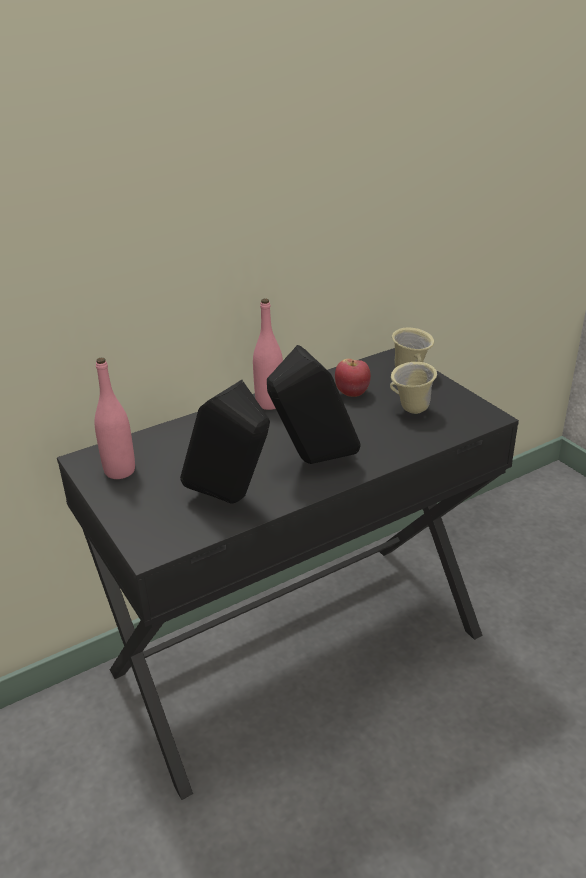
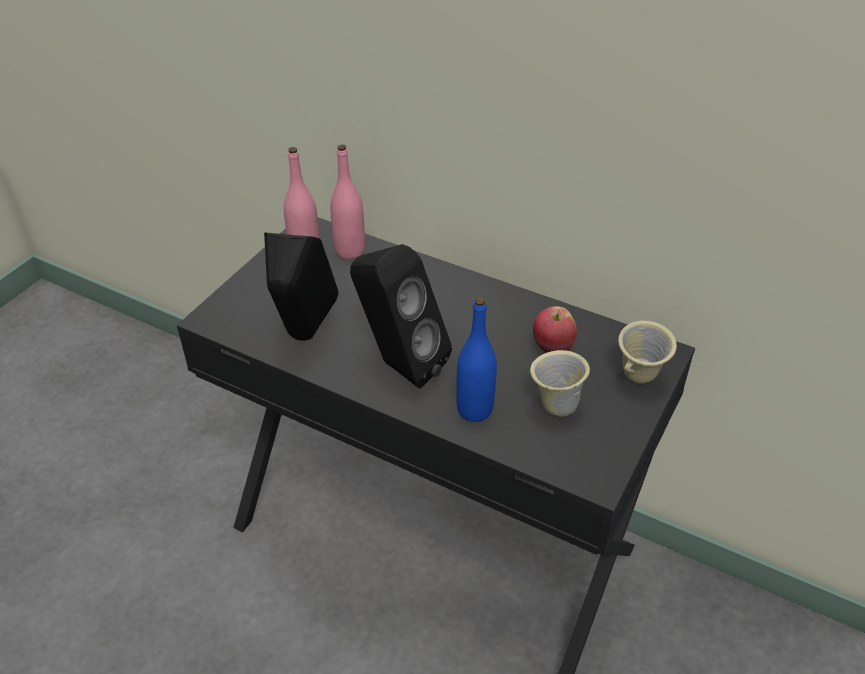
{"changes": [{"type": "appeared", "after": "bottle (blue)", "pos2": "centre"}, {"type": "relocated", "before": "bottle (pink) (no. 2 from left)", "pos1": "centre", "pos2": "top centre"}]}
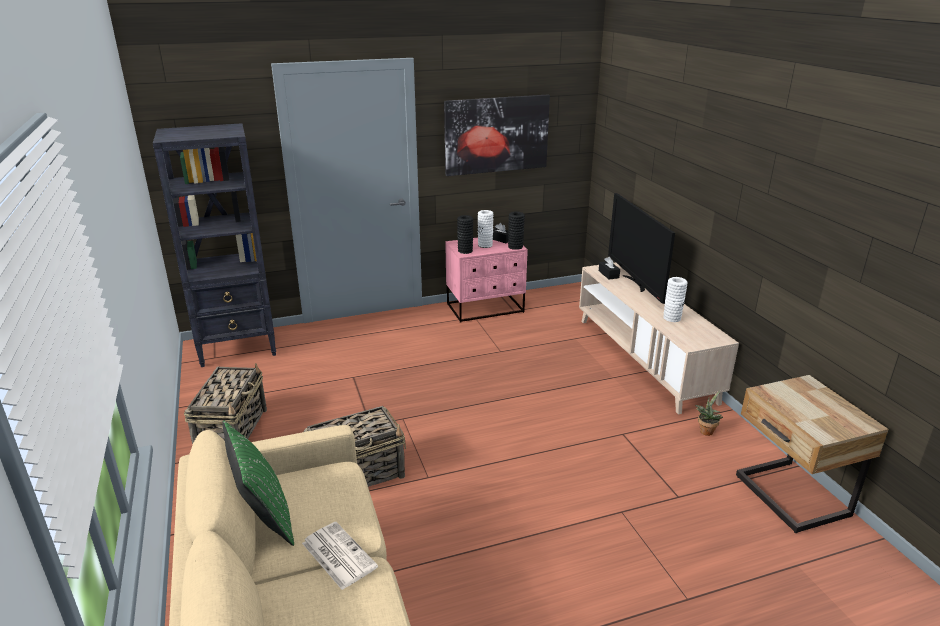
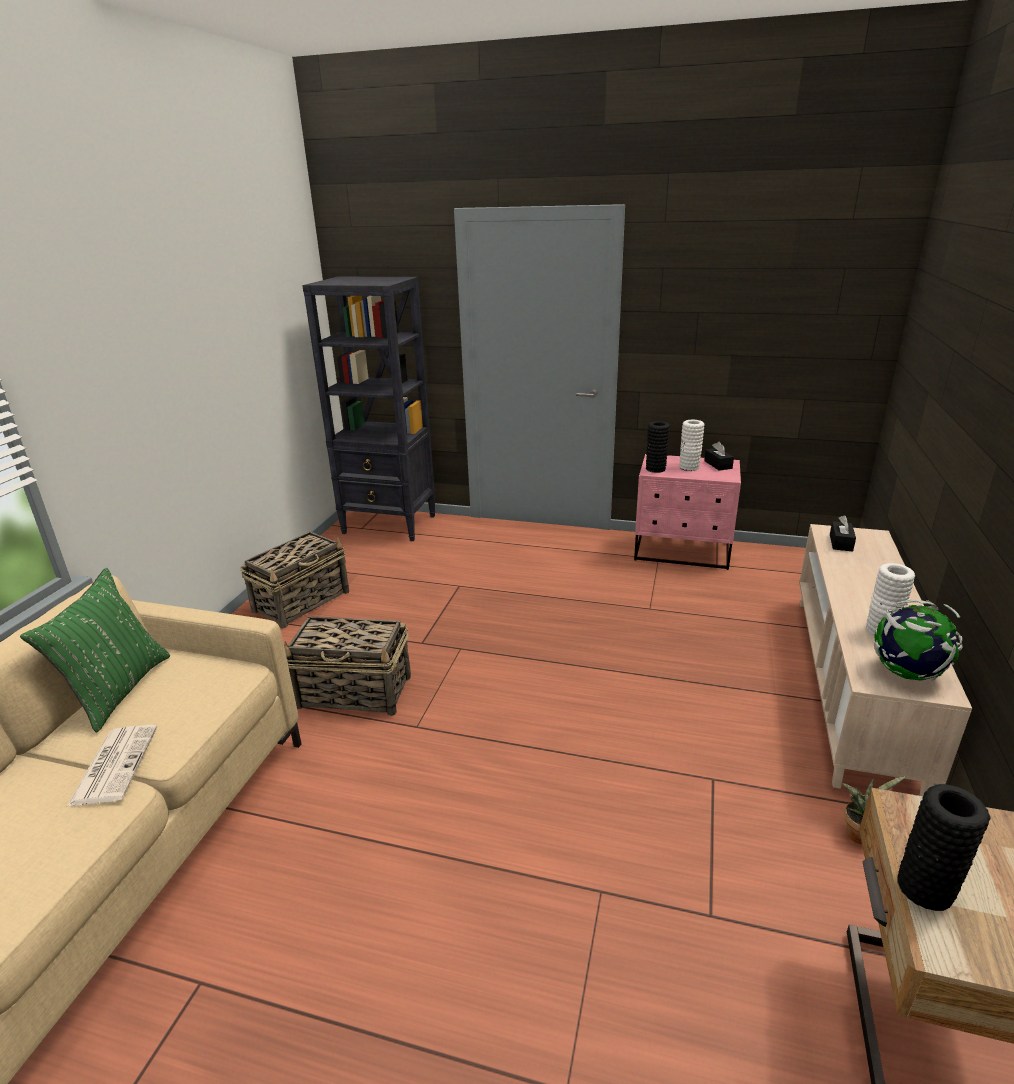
{"changes": [{"type": "missing", "before": "picture", "pos1": "top centre"}, {"type": "missing", "before": "television", "pos1": "middle right"}, {"type": "appeared", "after": "globe", "pos2": "middle right"}, {"type": "relocated", "before": "vase (black) (no. 2 from left)", "pos1": "centre", "pos2": "bottom right"}]}
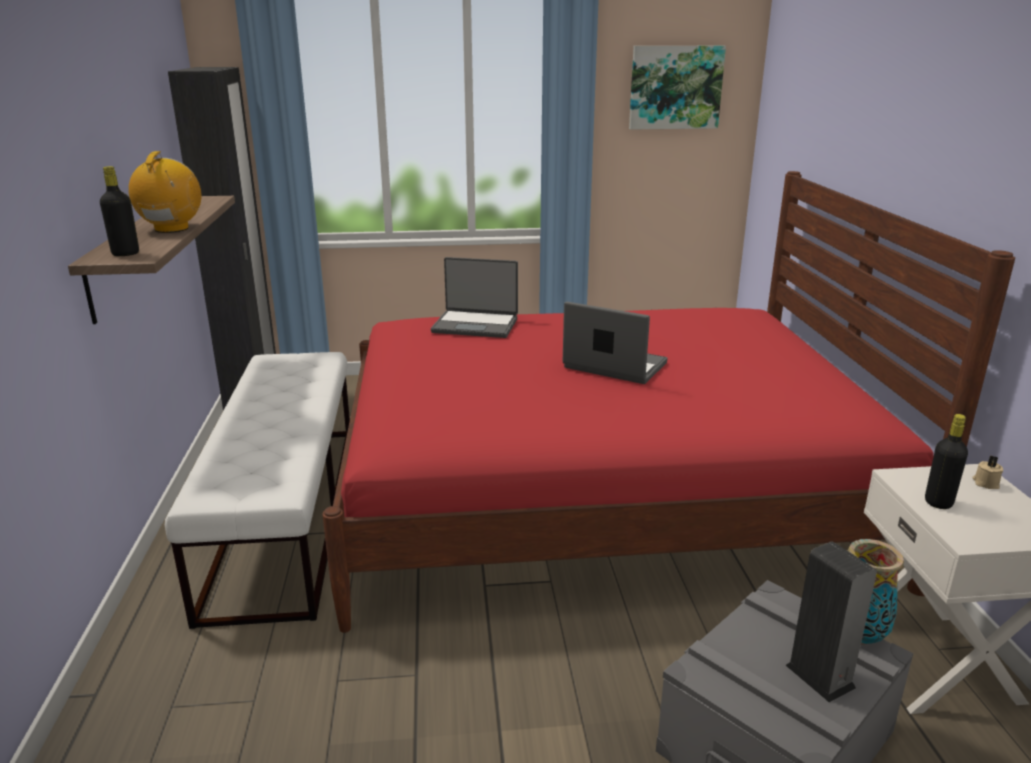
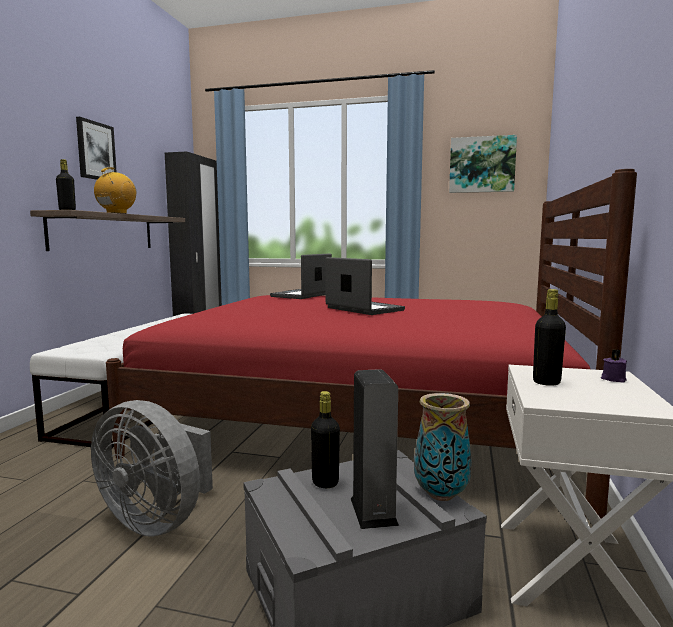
{"changes": [{"type": "appeared", "after": "picture (no. 1 from left)", "pos2": "top left"}, {"type": "appeared", "after": "fan (grey)", "pos2": "bottom left"}, {"type": "appeared", "after": "bottle (black) (no. 2 from left)", "pos2": "bottom centre"}, {"type": "colour", "before": "candle (beige)", "after": "candle (purple)", "pos1": "middle right", "pos2": "middle right"}, {"type": "spun", "before": "laptop (no. 1 from left)", "pos1": "centre", "pos2": "centre", "turn": 90}]}
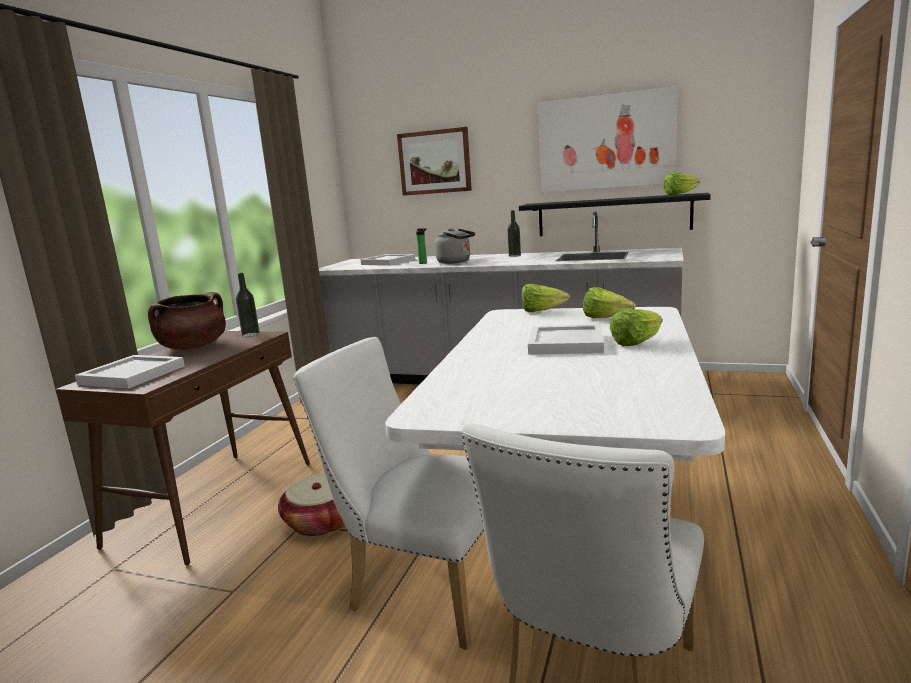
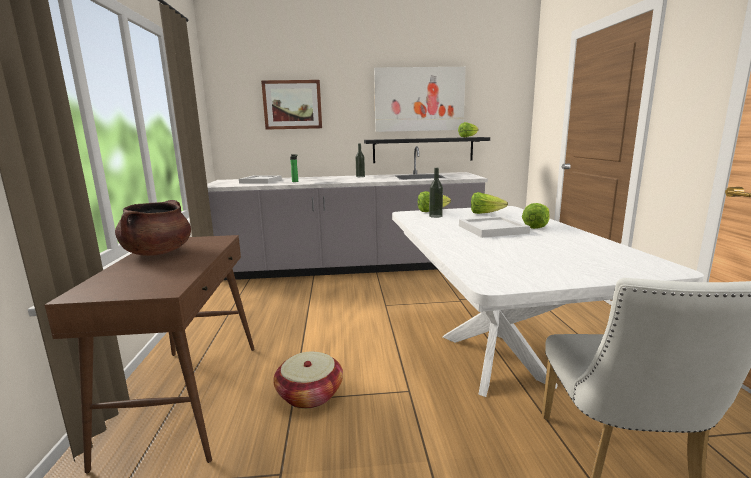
{"changes": [{"type": "missing", "before": "tray (white) (no. 1 from left)", "pos1": "middle left"}, {"type": "missing", "before": "chair (white) (no. 1 from left)", "pos1": "bottom centre"}, {"type": "missing", "before": "kettle (grey)", "pos1": "centre"}, {"type": "relocated", "before": "bottle (no. 1 from left in the first image)", "after": "bottle (no. 3 from left)", "pos1": "middle left", "pos2": "centre"}]}
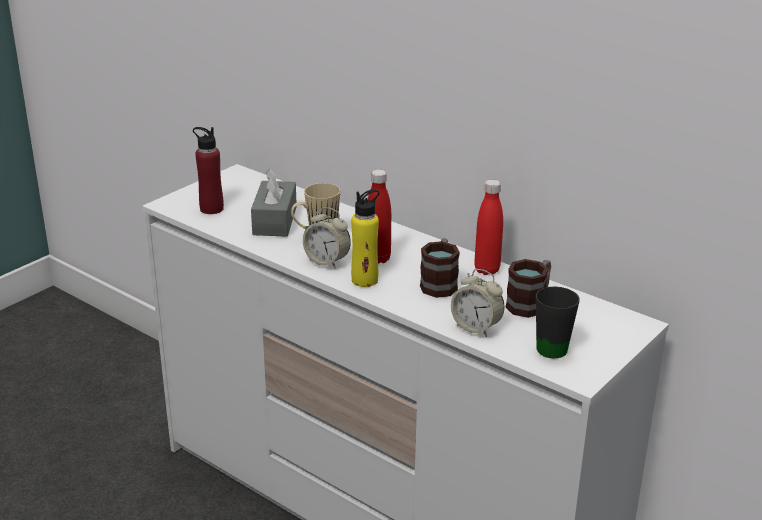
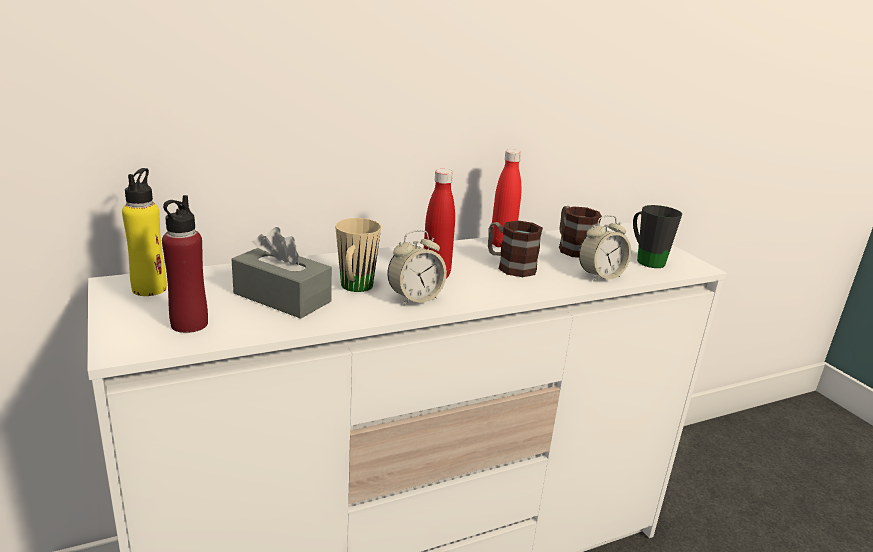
{"changes": [{"type": "relocated", "before": "bottle (yellow)", "pos1": "centre", "pos2": "middle left"}]}
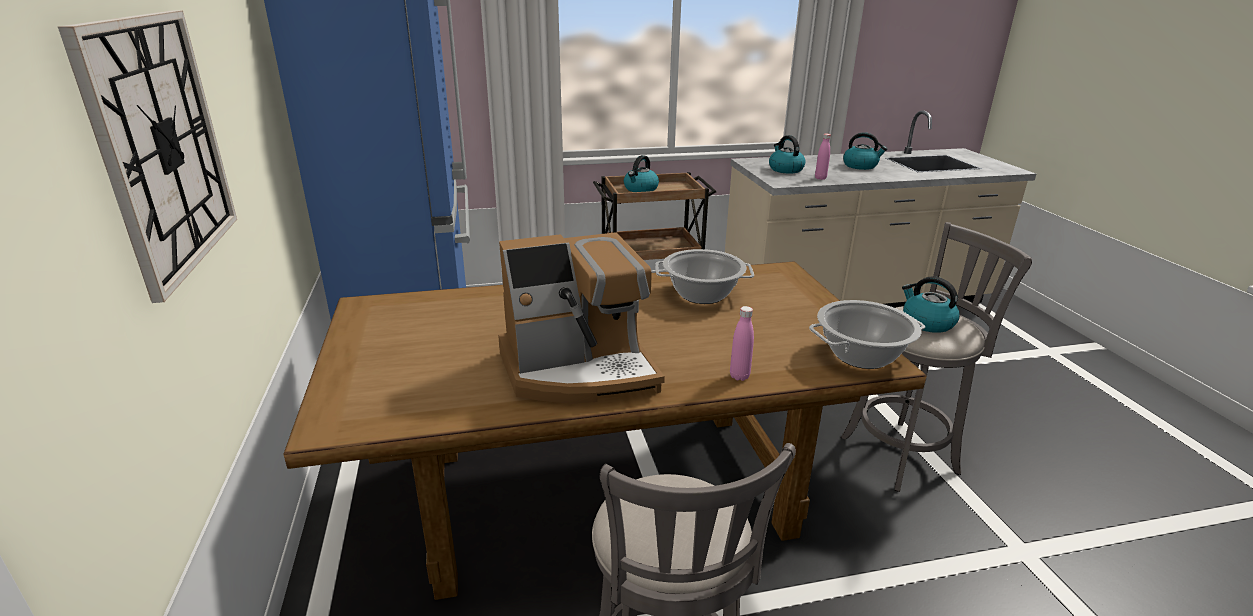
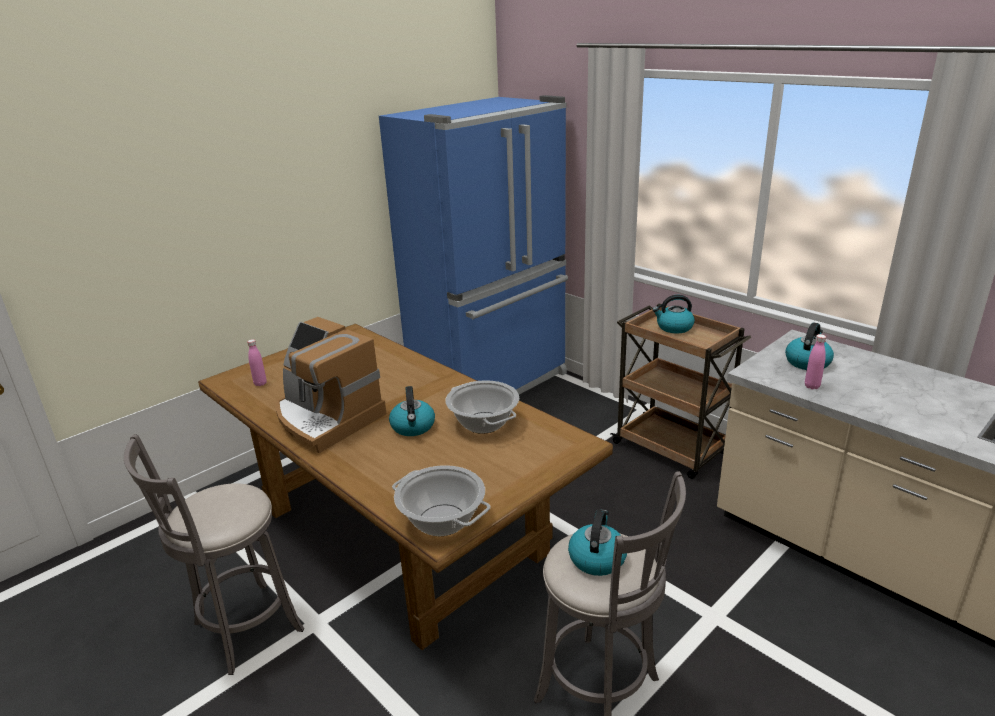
{"changes": [{"type": "missing", "before": "wall clock", "pos1": "top left"}, {"type": "relocated", "before": "bottle (pink) (no. 1 from left)", "pos1": "centre", "pos2": "middle left"}, {"type": "relocated", "before": "kettle (no. 3 from left in the first image)", "after": "kettle (no. 1 from left)", "pos1": "top right", "pos2": "centre"}]}
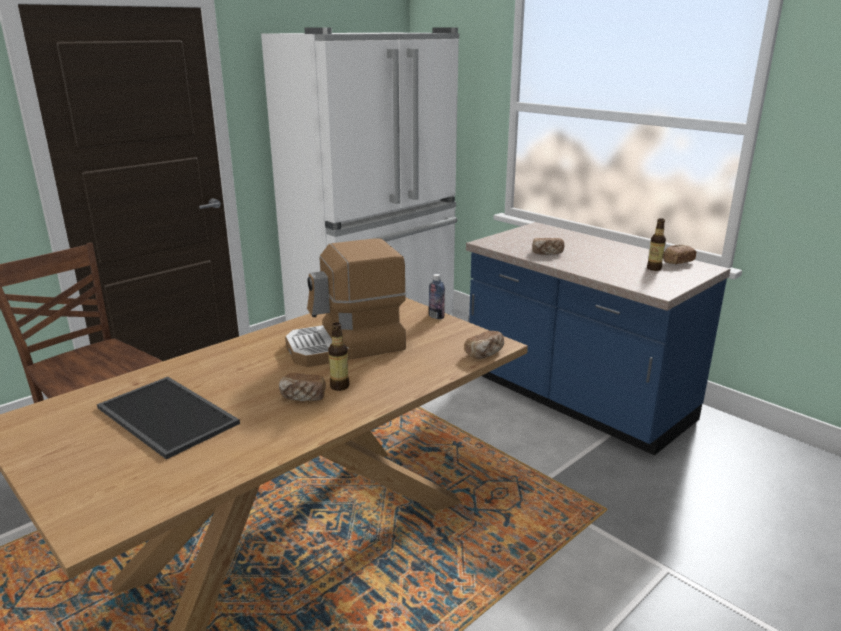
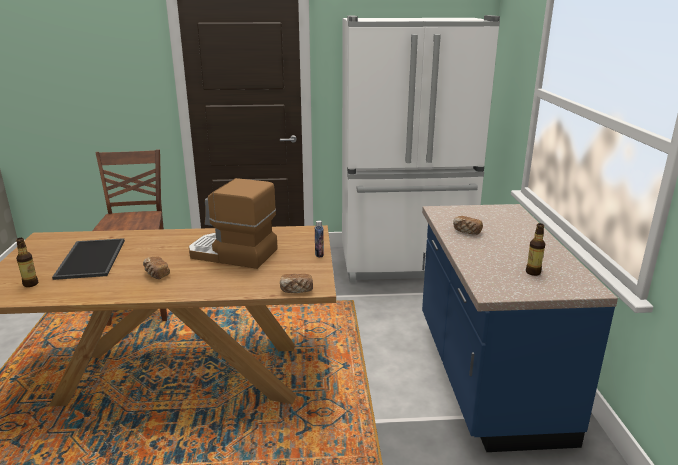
{"changes": [{"type": "missing", "before": "bread (no. 4 from left)", "pos1": "middle right"}, {"type": "relocated", "before": "bottle (no. 1 from left)", "pos1": "centre", "pos2": "middle left"}]}
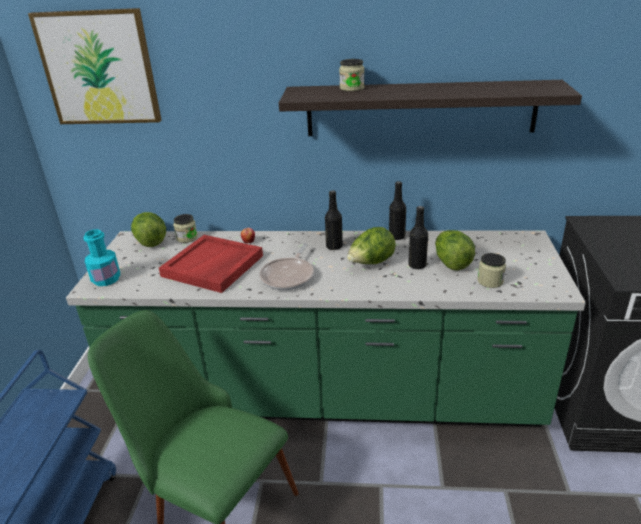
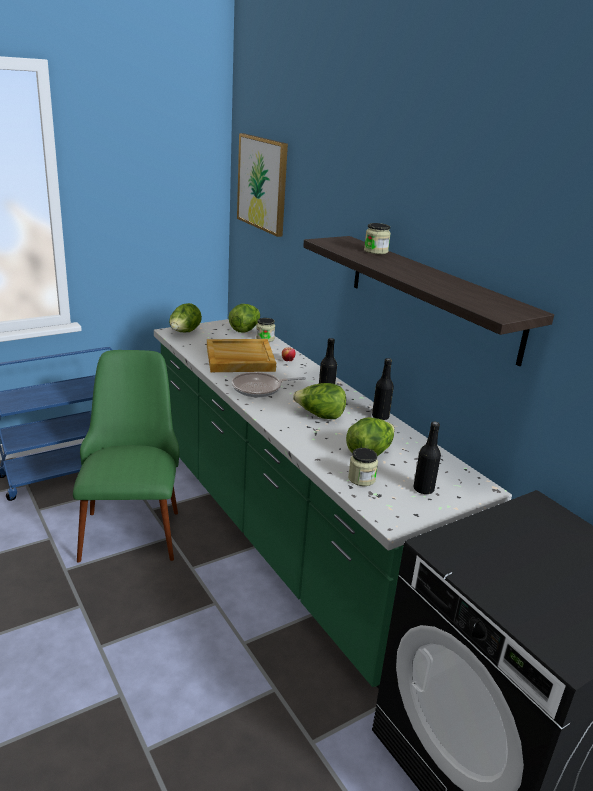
{"changes": [{"type": "relocated", "before": "bottle (black) (no. 3 from left)", "pos1": "centre", "pos2": "middle right"}, {"type": "exchanged", "before": "bottle (turquoise)", "after": "lettuce (no. 1 from left)", "pos1": "middle left", "pos2": "middle left"}, {"type": "colour", "before": "tray (red)", "after": "tray (beige)", "pos1": "middle left", "pos2": "centre"}]}
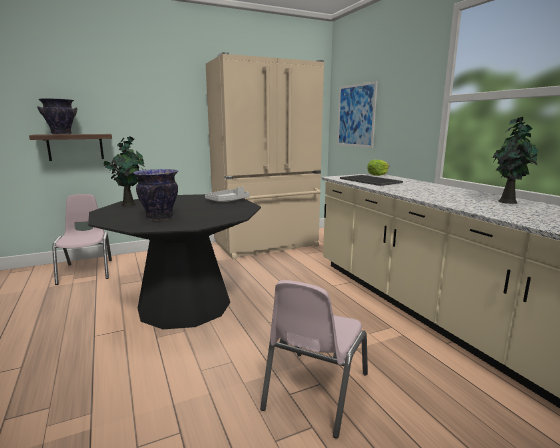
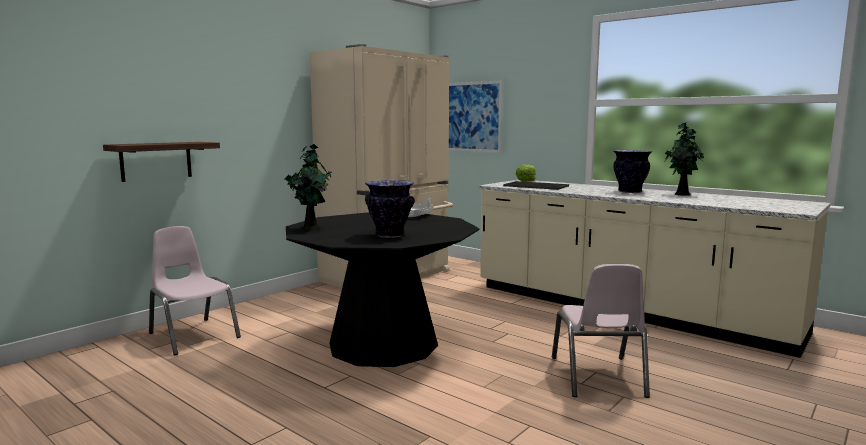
{"changes": [{"type": "relocated", "before": "vase (no. 1 from left in the first image)", "after": "vase (no. 2 from left)", "pos1": "top left", "pos2": "middle right"}]}
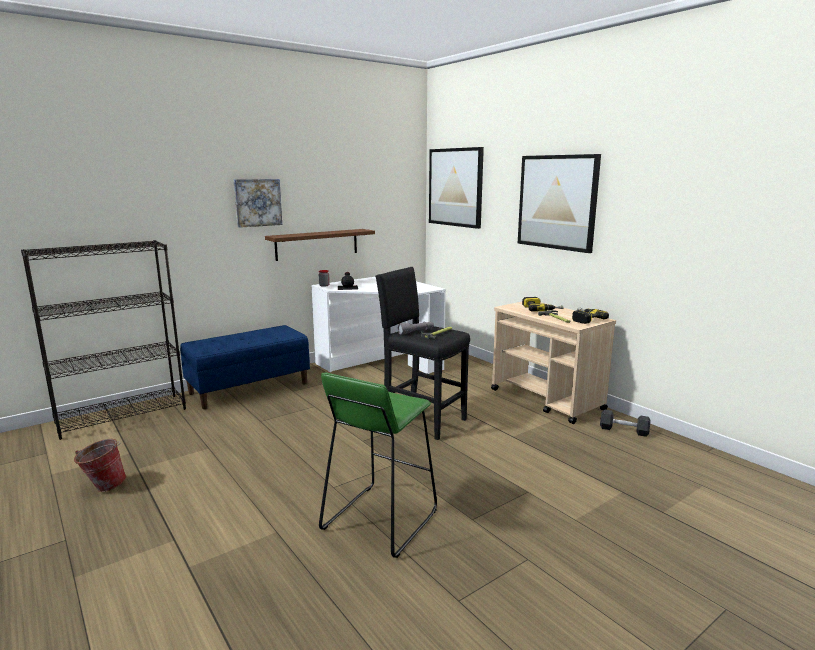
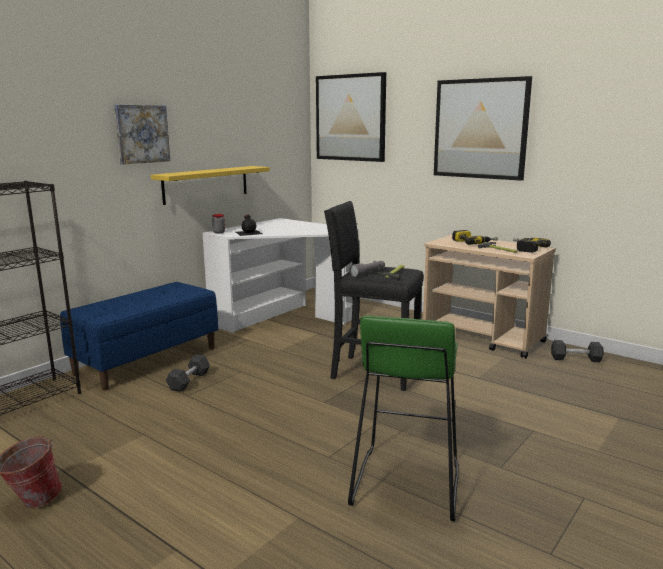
{"changes": [{"type": "appeared", "after": "dumbbell (black) (no. 1 from left)", "pos2": "middle left"}, {"type": "colour", "before": "shelf (brown)", "after": "shelf (yellow)", "pos1": "centre", "pos2": "top left"}]}
